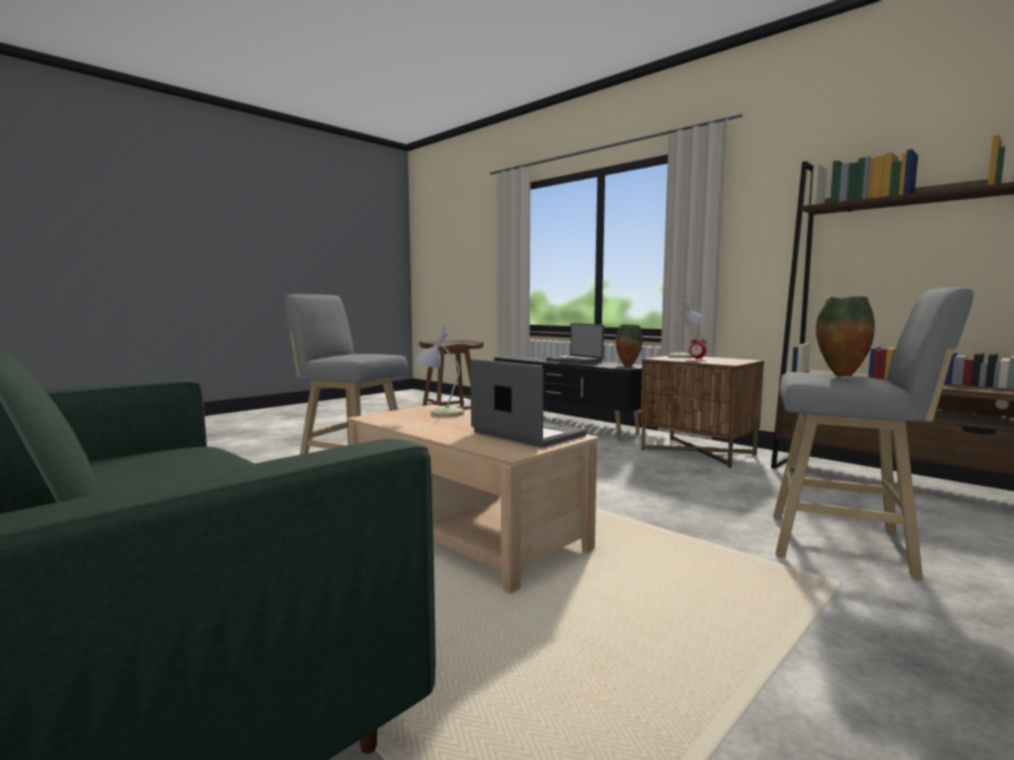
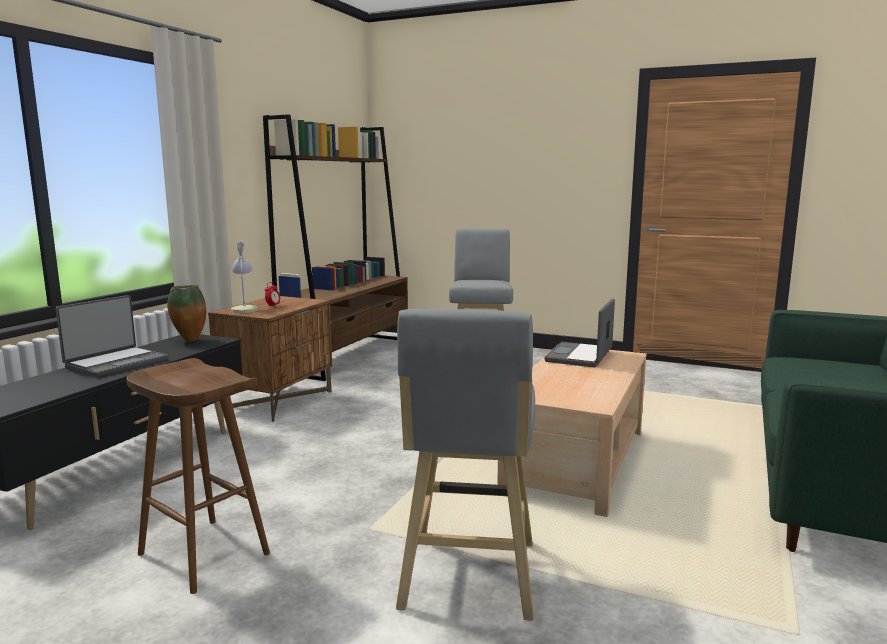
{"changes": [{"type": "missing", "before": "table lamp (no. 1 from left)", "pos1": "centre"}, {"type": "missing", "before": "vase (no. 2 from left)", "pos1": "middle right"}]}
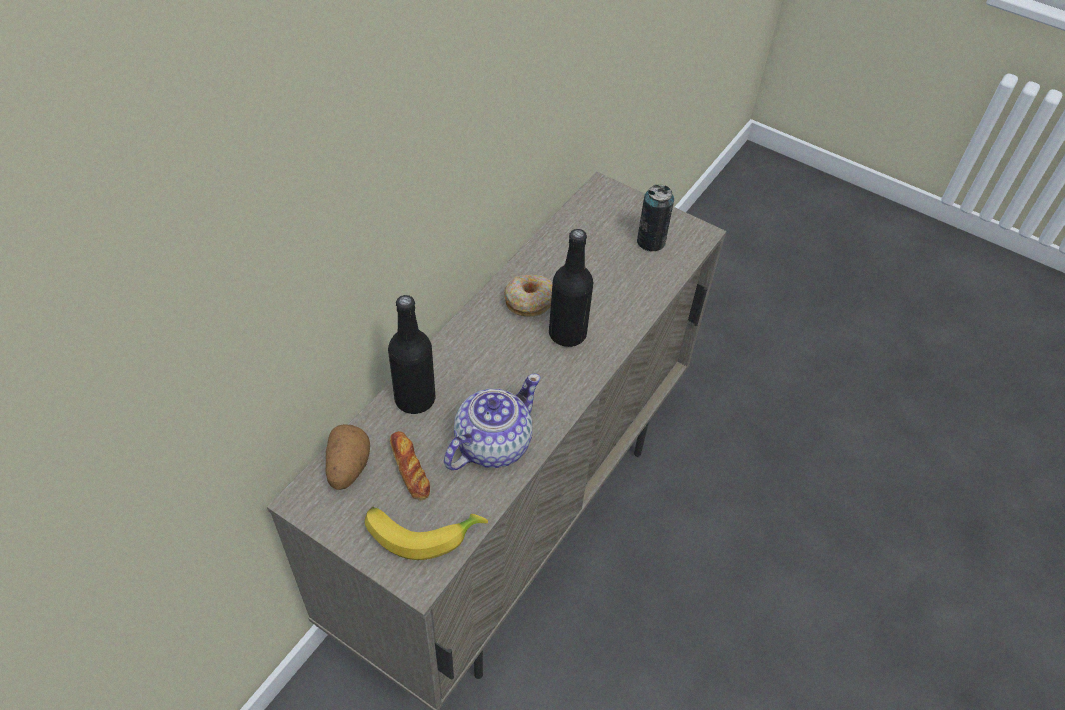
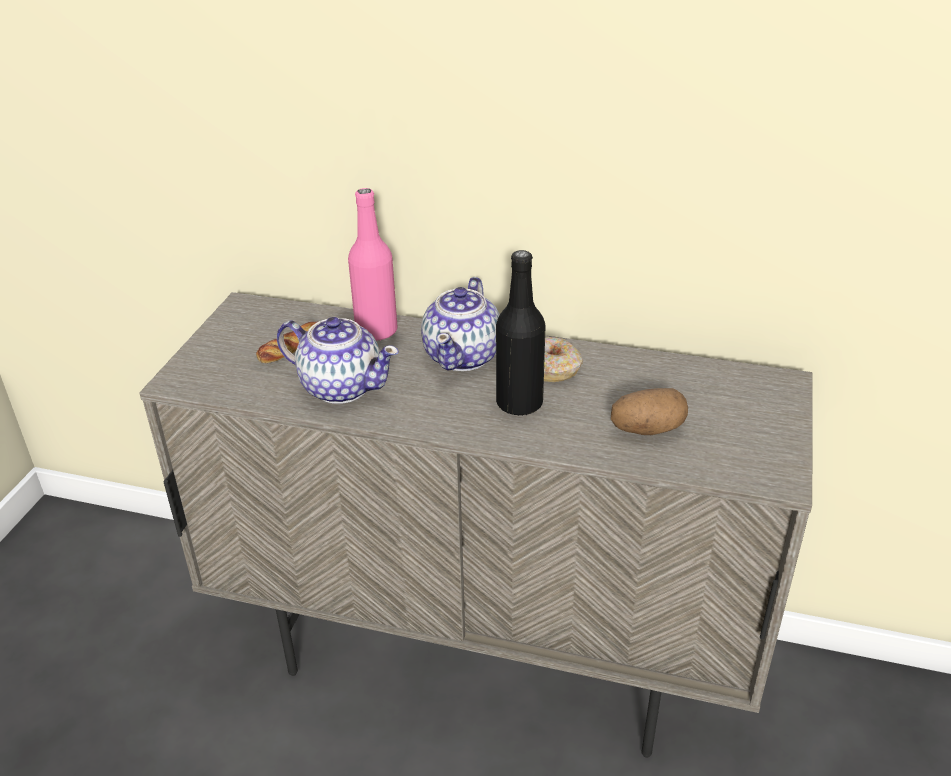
{"changes": [{"type": "missing", "before": "banana", "pos1": "bottom centre"}, {"type": "missing", "before": "can", "pos1": "top centre"}, {"type": "appeared", "after": "teapot (no. 2 from left)", "pos2": "centre"}, {"type": "relocated", "before": "potato", "pos1": "middle left", "pos2": "middle right"}, {"type": "colour", "before": "bottle (black) (no. 1 from left)", "after": "bottle (pink)", "pos1": "centre", "pos2": "centre"}]}
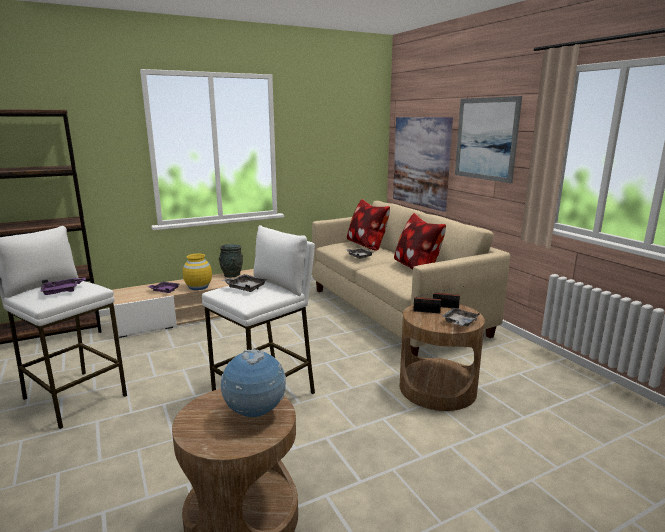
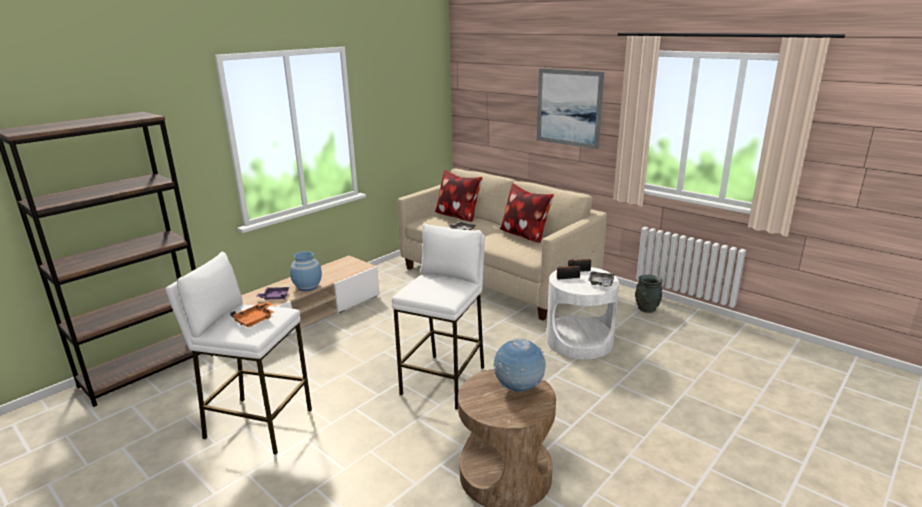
{"changes": [{"type": "missing", "before": "tray (grey) (no. 1 from left)", "pos1": "centre"}, {"type": "missing", "before": "picture (no. 1 from left)", "pos1": "top centre"}, {"type": "relocated", "before": "vase (grey)", "pos1": "centre", "pos2": "middle right"}, {"type": "colour", "before": "tray (purple) (no. 1 from left)", "after": "tray (orange)", "pos1": "middle left", "pos2": "middle left"}, {"type": "colour", "before": "vase (yellow)", "after": "vase (blue)", "pos1": "middle left", "pos2": "middle left"}, {"type": "colour", "before": "side table (brown) (no. 2 from left)", "after": "side table (white)", "pos1": "bottom centre", "pos2": "centre"}]}
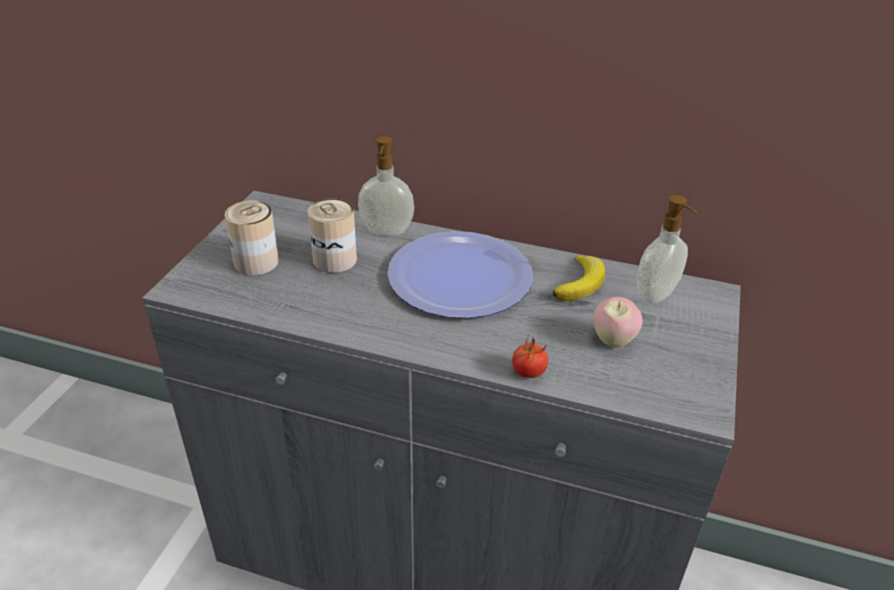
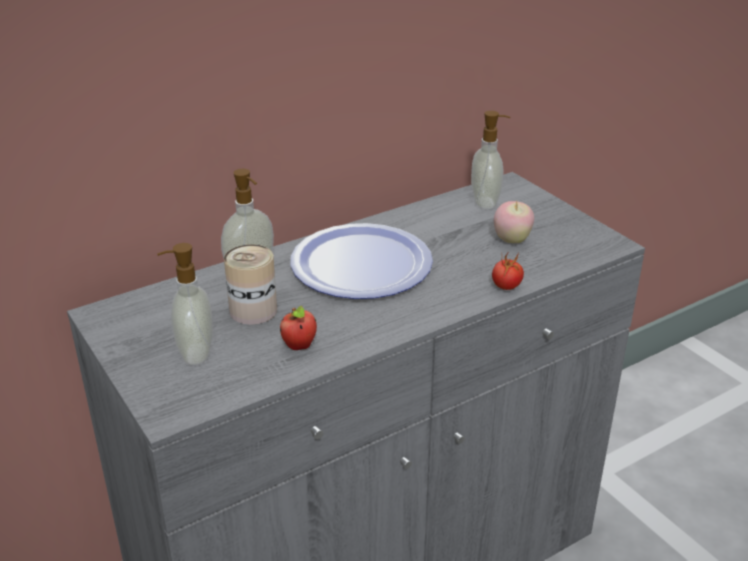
{"changes": [{"type": "missing", "before": "banana", "pos1": "centre"}, {"type": "appeared", "after": "apple (no. 1 from left)", "pos2": "centre"}, {"type": "exchanged", "before": "can (no. 1 from left)", "after": "soap dispenser (no. 1 from left)", "pos1": "middle left", "pos2": "middle left"}]}
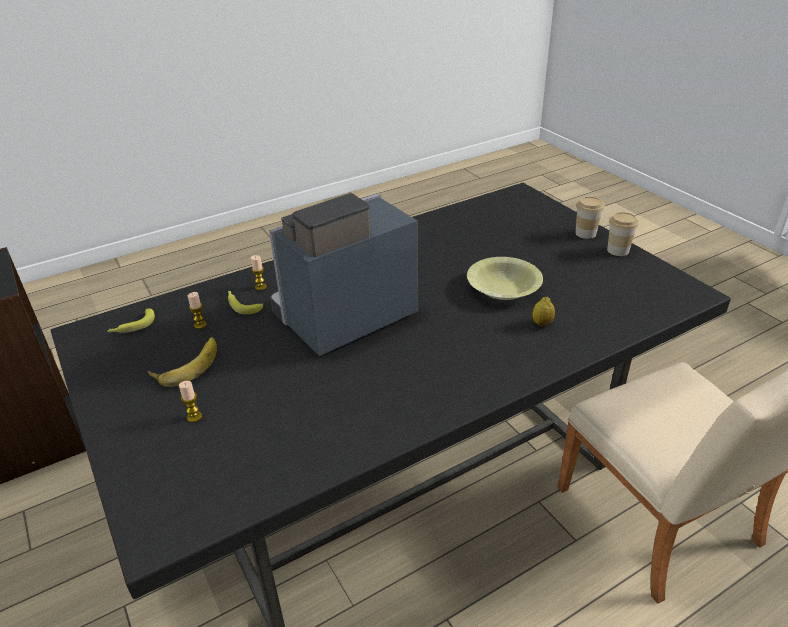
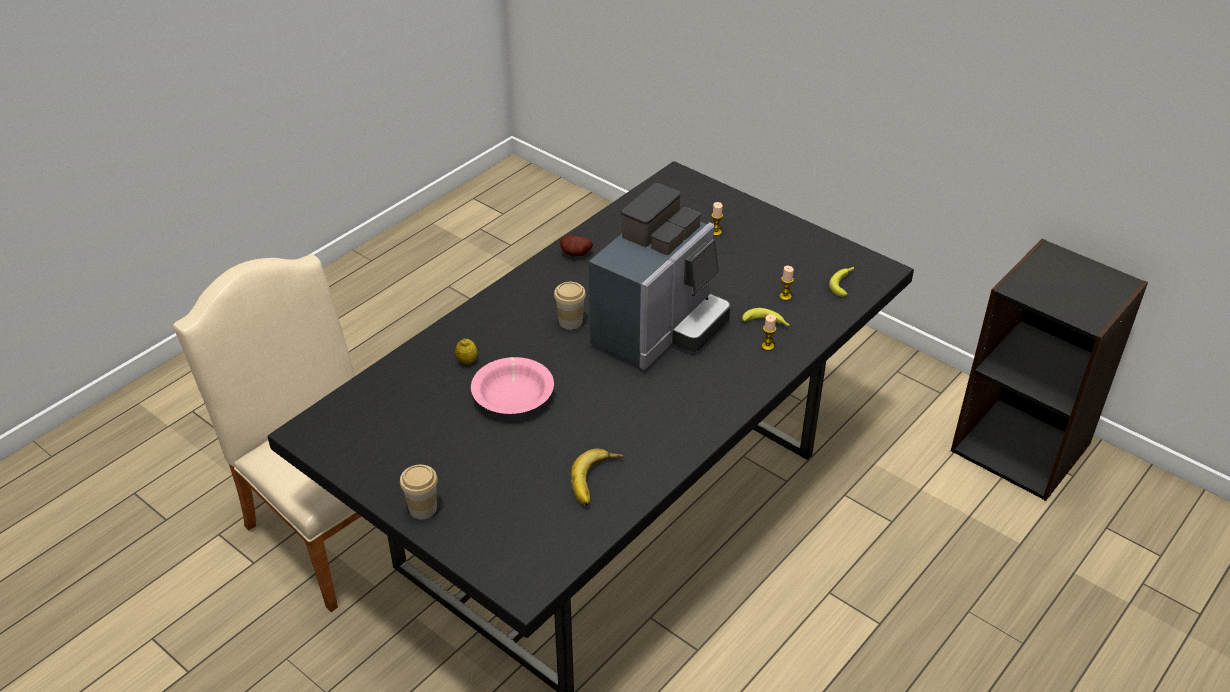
{"changes": [{"type": "appeared", "after": "potato", "pos2": "centre"}, {"type": "relocated", "before": "banana (no. 2 from left in the first image)", "after": "banana (no. 1 from left)", "pos1": "middle left", "pos2": "bottom centre"}, {"type": "relocated", "before": "cup (no. 2 from left)", "pos1": "middle right", "pos2": "centre"}, {"type": "colour", "before": "bowl (yellow)", "after": "bowl (pink)", "pos1": "centre", "pos2": "centre"}]}
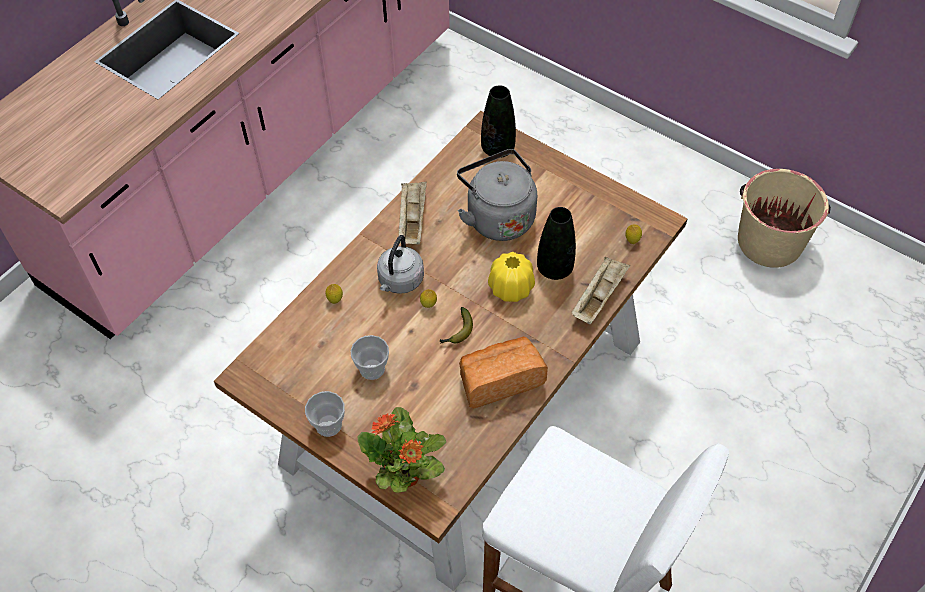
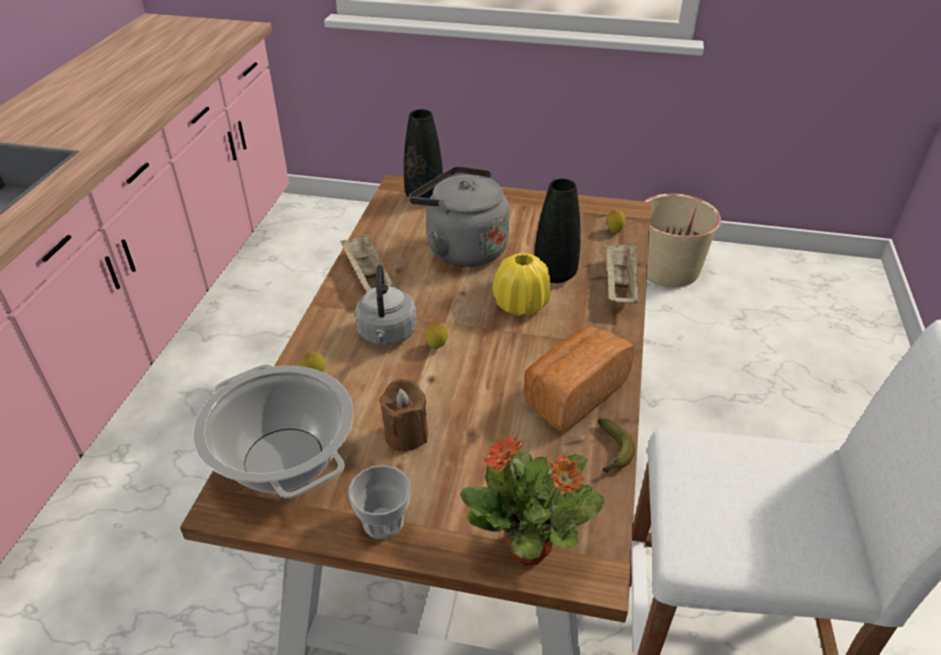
{"changes": [{"type": "appeared", "after": "cooking pot", "pos2": "middle left"}, {"type": "relocated", "before": "banana", "pos1": "centre", "pos2": "bottom centre"}, {"type": "exchanged", "before": "cup (no. 2 from left)", "after": "candle (brown)", "pos1": "centre", "pos2": "centre"}]}
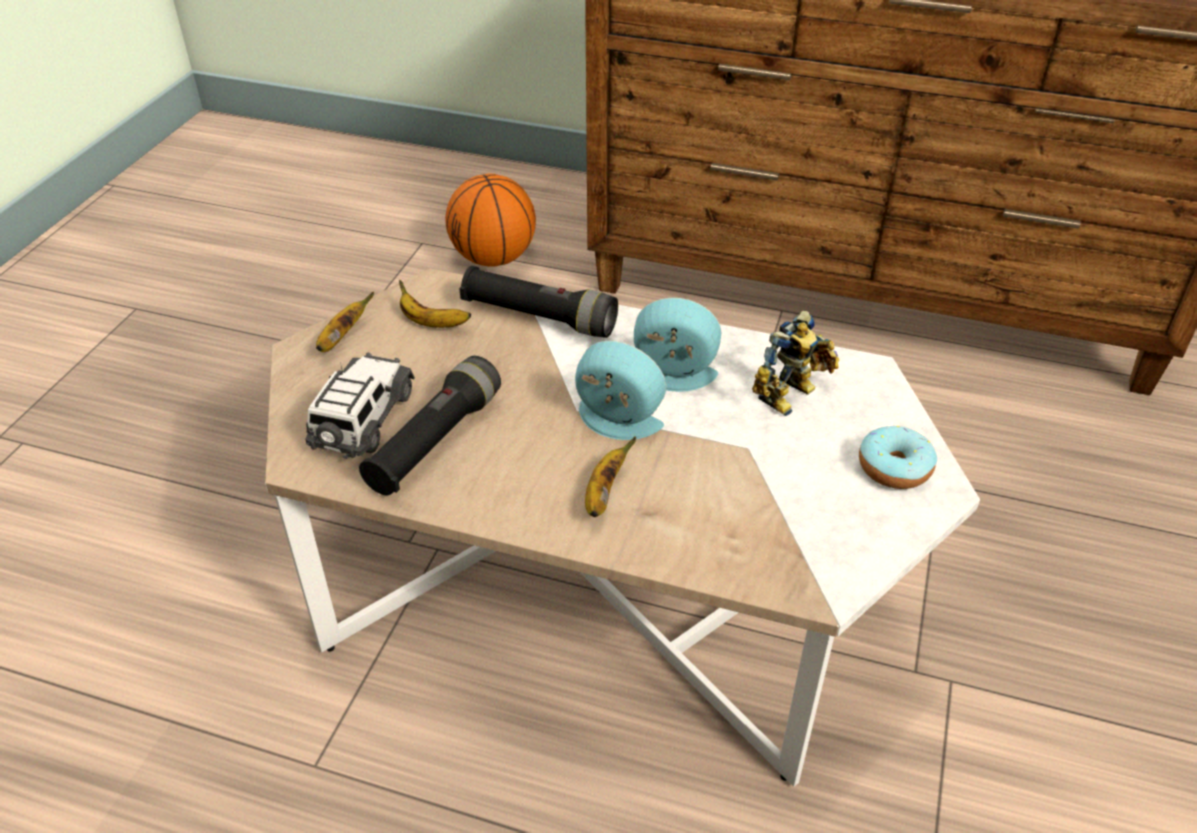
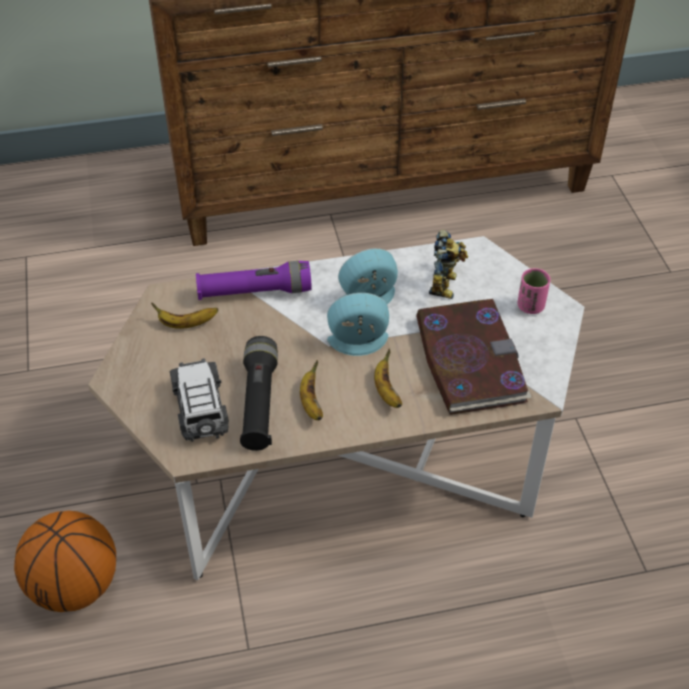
{"changes": [{"type": "appeared", "after": "book", "pos2": "middle right"}, {"type": "relocated", "before": "banana (no. 1 from left in the first image)", "after": "banana (no. 2 from left)", "pos1": "middle left", "pos2": "centre"}, {"type": "relocated", "before": "basketball", "pos1": "top centre", "pos2": "bottom left"}, {"type": "exchanged", "before": "donut", "after": "cup (pink)", "pos1": "middle right", "pos2": "middle right"}, {"type": "colour", "before": "flashlight (black) (no. 2 from left)", "after": "flashlight (purple)", "pos1": "centre", "pos2": "centre"}]}
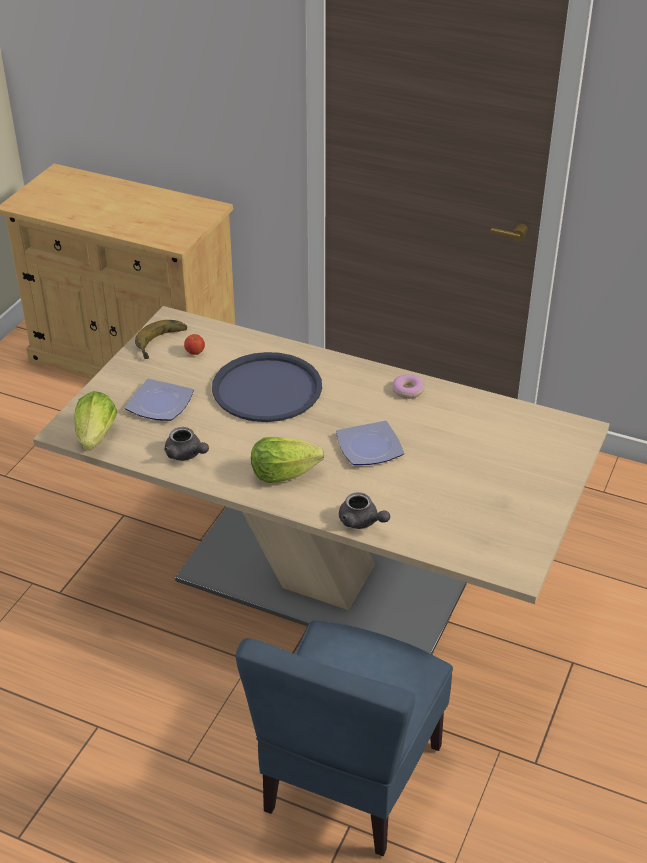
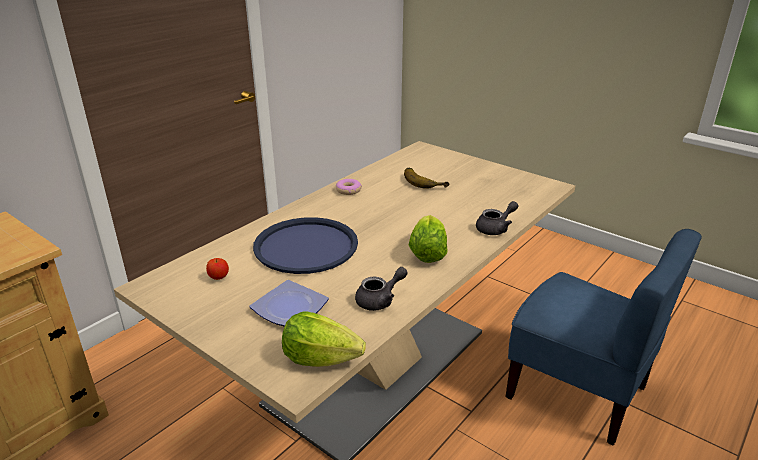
{"changes": [{"type": "missing", "before": "plate (no. 2 from left)", "pos1": "centre"}, {"type": "relocated", "before": "banana", "pos1": "middle left", "pos2": "centre"}]}
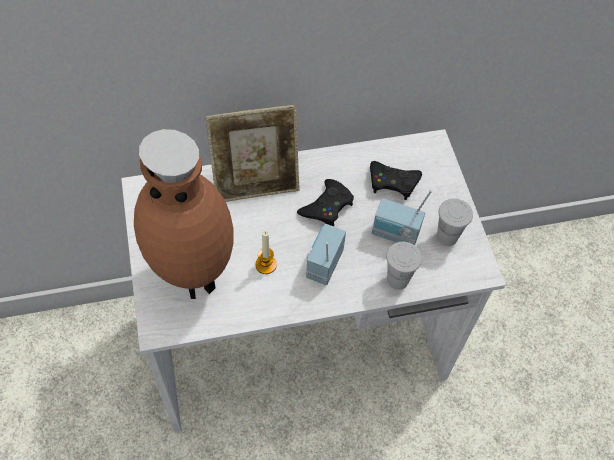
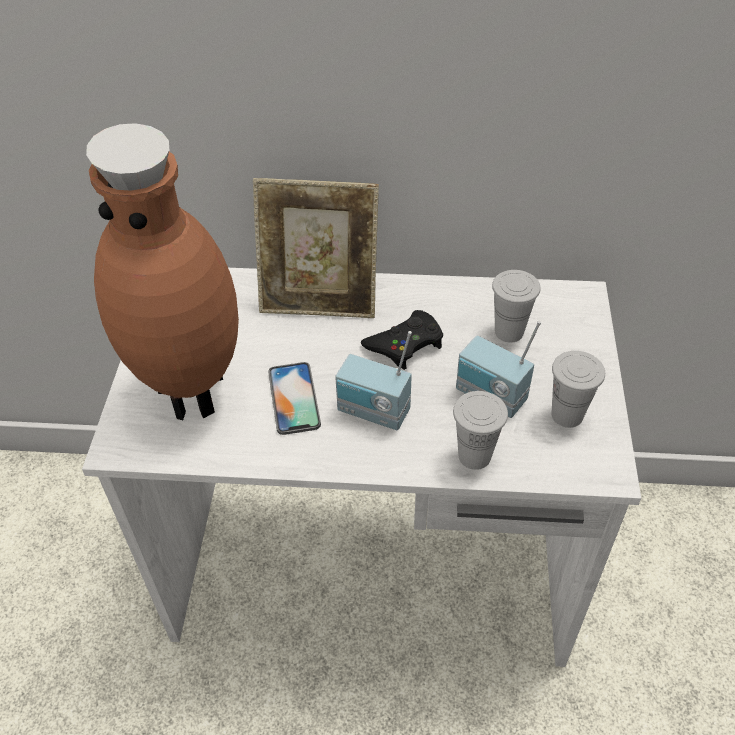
{"changes": [{"type": "exchanged", "before": "candle", "after": "phone", "pos1": "centre", "pos2": "centre"}, {"type": "exchanged", "before": "game controller (black) (no. 2 from left)", "after": "cup (white) (no. 2 from left)", "pos1": "centre", "pos2": "middle right"}, {"type": "spun", "before": "radio (no. 1 from left)", "pos1": "centre", "pos2": "centre", "turn": -105}]}
